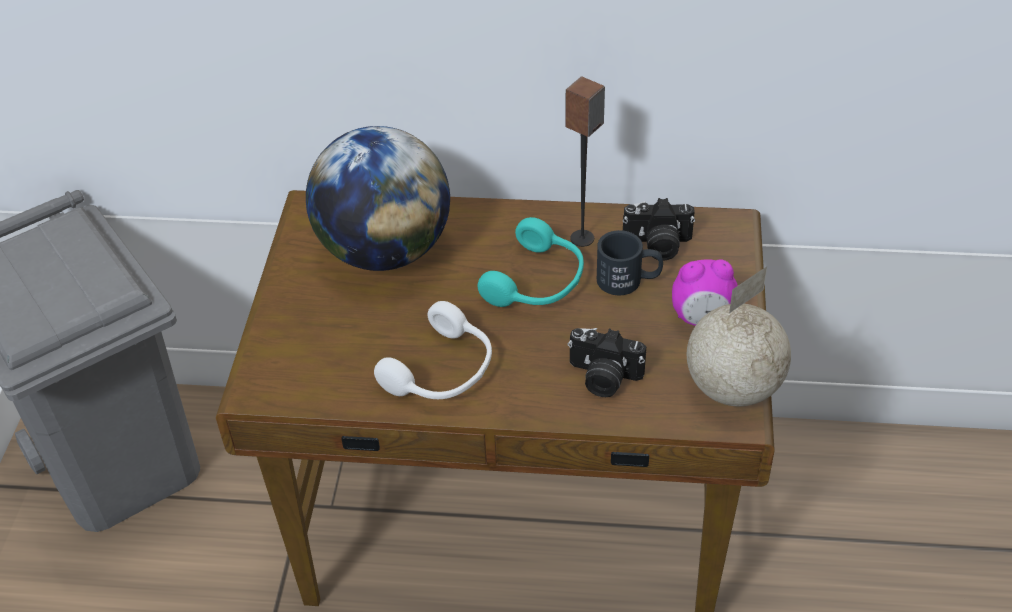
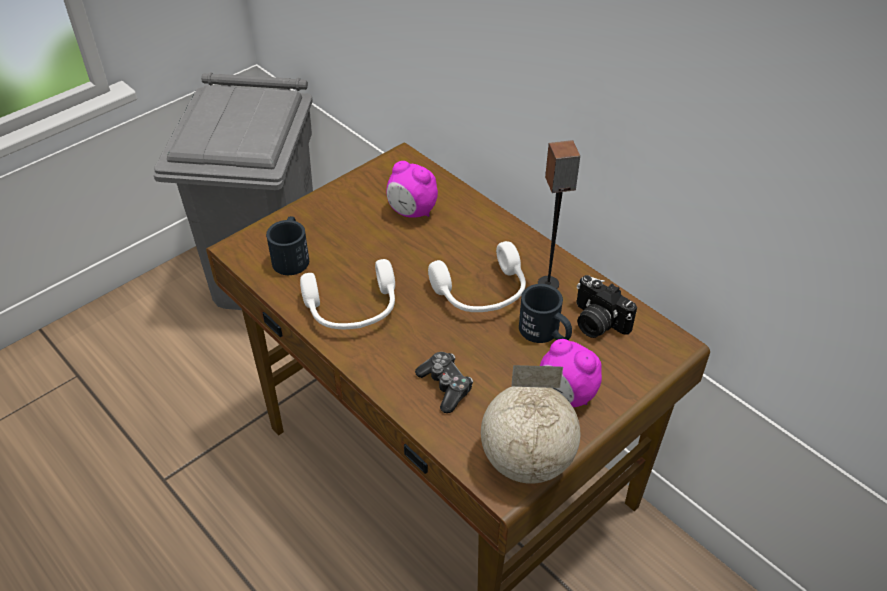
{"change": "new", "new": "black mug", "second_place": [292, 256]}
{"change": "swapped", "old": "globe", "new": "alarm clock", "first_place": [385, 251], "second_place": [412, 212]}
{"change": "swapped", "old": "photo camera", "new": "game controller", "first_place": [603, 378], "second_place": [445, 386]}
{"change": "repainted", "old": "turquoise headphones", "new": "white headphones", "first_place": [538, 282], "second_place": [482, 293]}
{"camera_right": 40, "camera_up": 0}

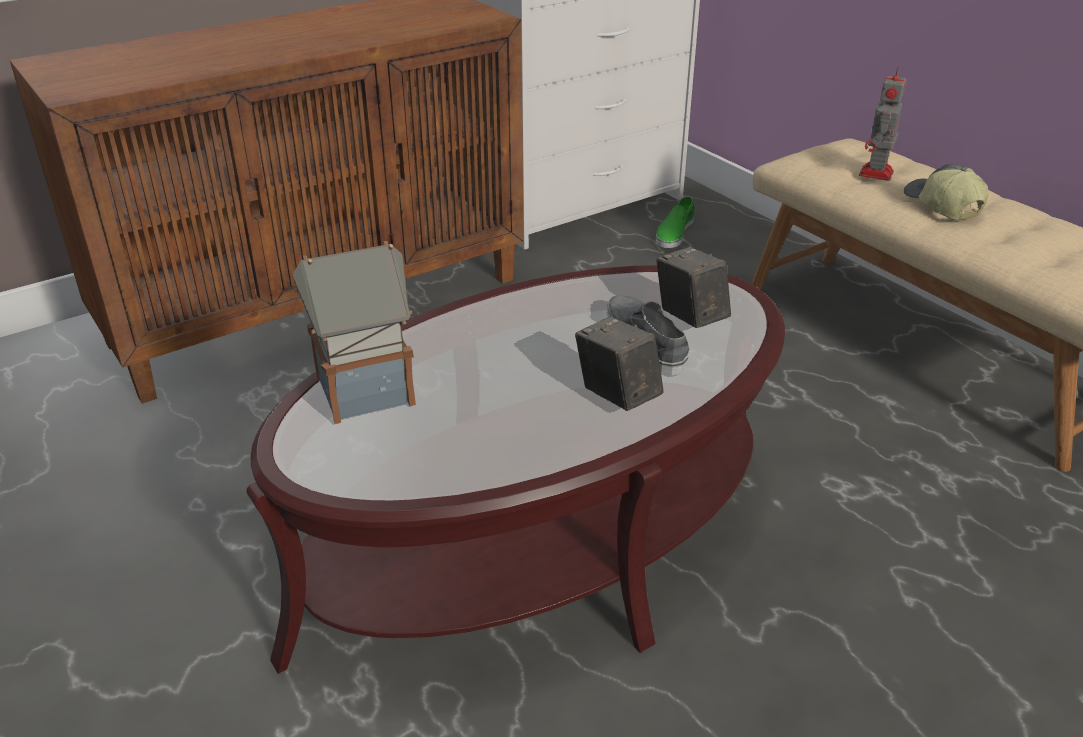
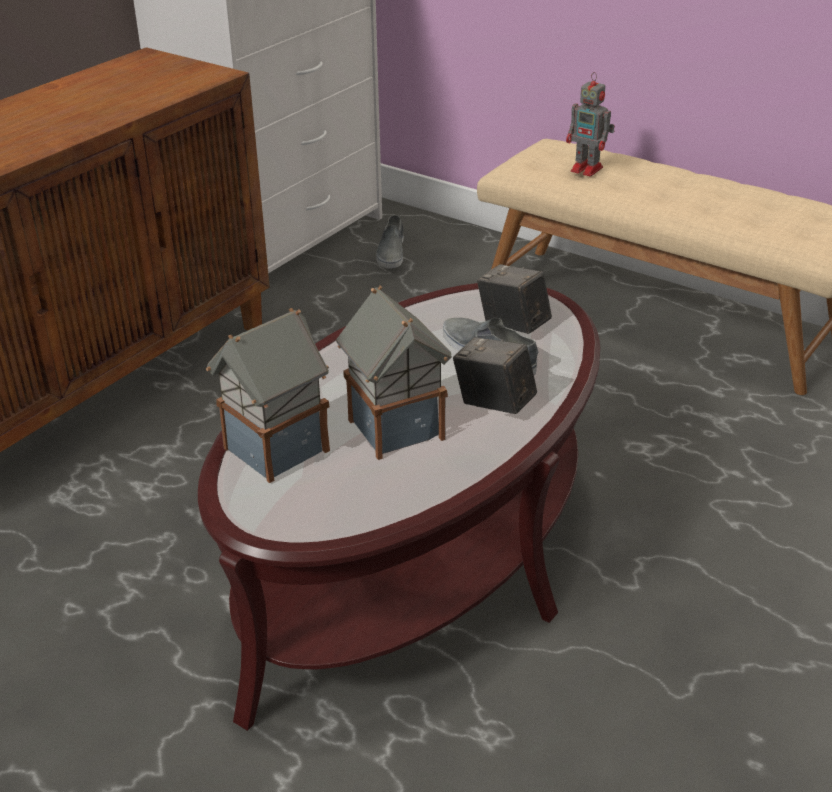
{"change": "new", "new": "toy house", "second_place": [394, 428]}
{"change": "repainted", "old": "green shoe", "new": "grey shoe", "first_place": [674, 233], "second_place": [391, 252]}
{"change": "rotated", "old": "toy robot", "first_place": [875, 174], "second_place": [588, 169], "degrees": -60}
{"change": "gone", "old": "cap", "first_place": [941, 206]}
{"camera_right": -20, "camera_up": 0}

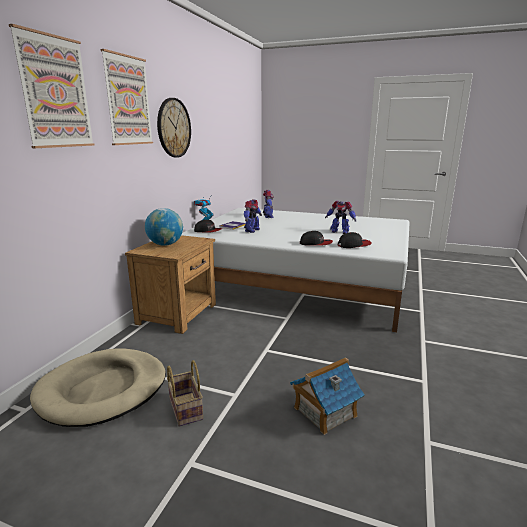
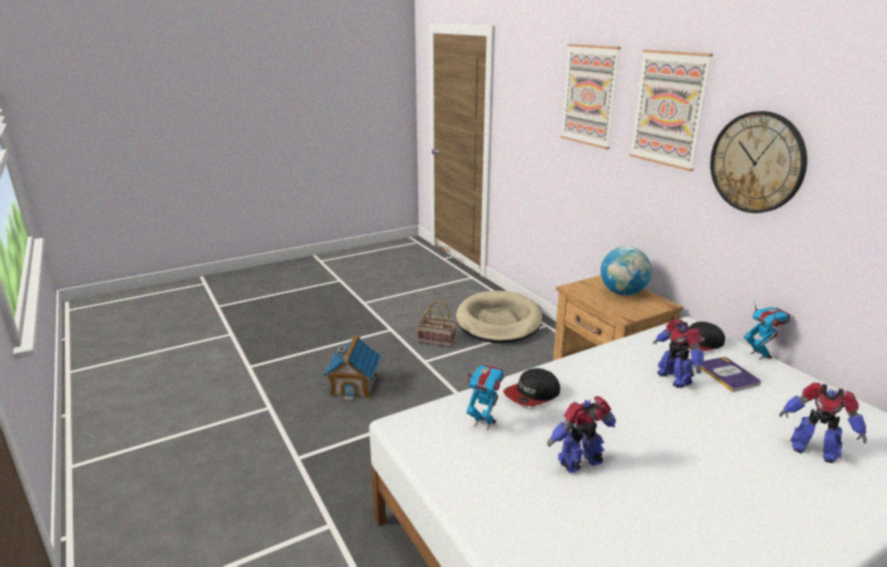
{"change": "swapped", "old": "cap", "new": "toy robot", "first_place": [354, 245], "second_place": [484, 423]}
{"camera_right": 130, "camera_up": 5}

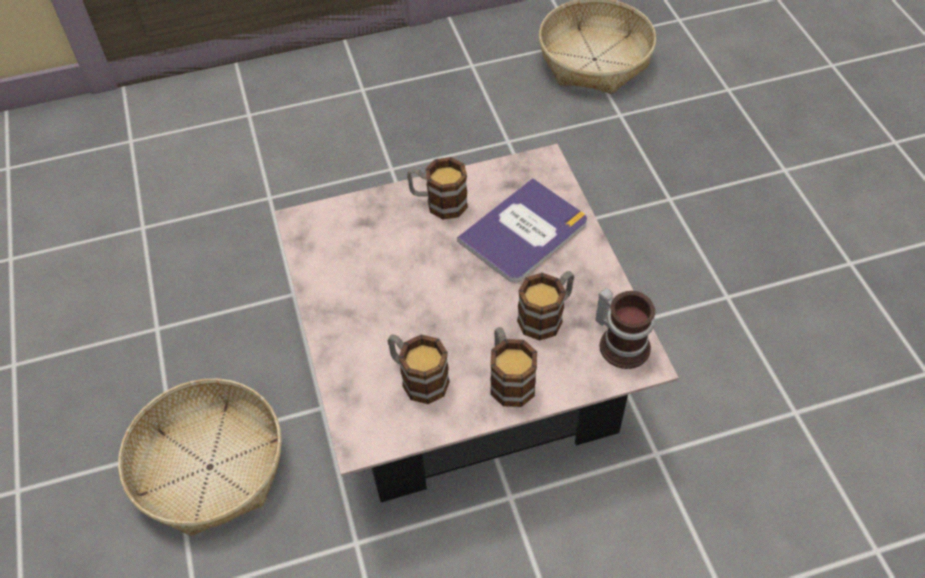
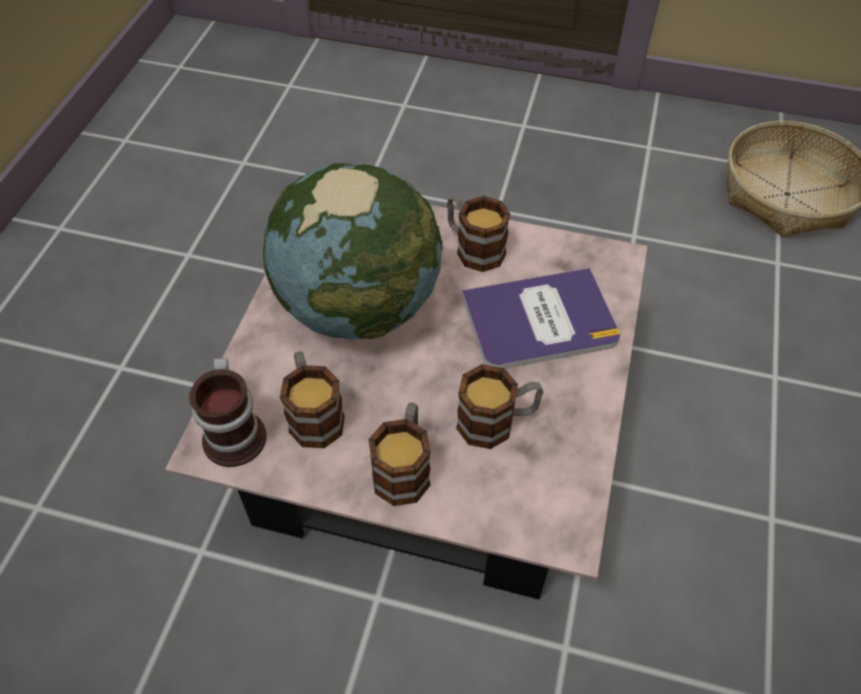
{"change": "shifted", "old": "mug", "first_place": [622, 342], "second_place": [237, 432]}
{"change": "new", "new": "globe", "second_place": [360, 308]}
{"change": "gone", "old": "basket", "first_place": [210, 467]}
{"camera_right": 30, "camera_up": 0}

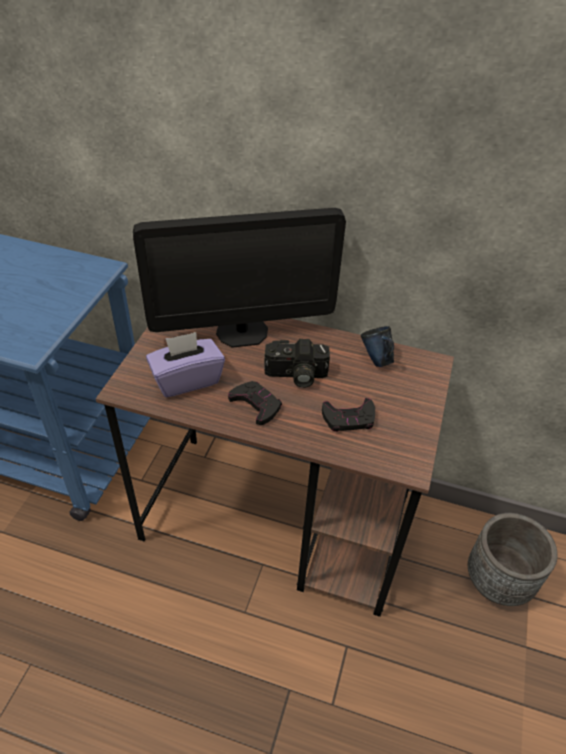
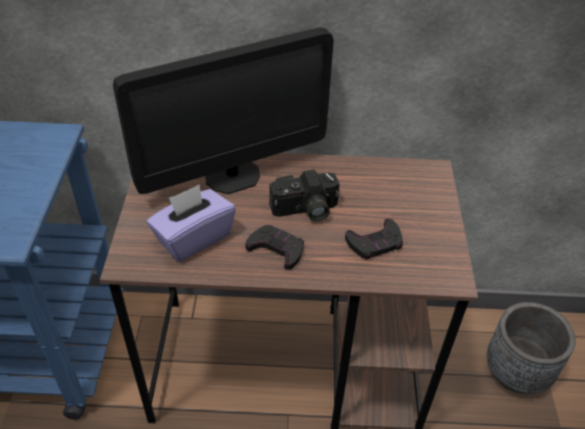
{"change": "gone", "old": "blue mug", "first_place": [376, 360]}
{"camera_right": -15, "camera_up": 0}

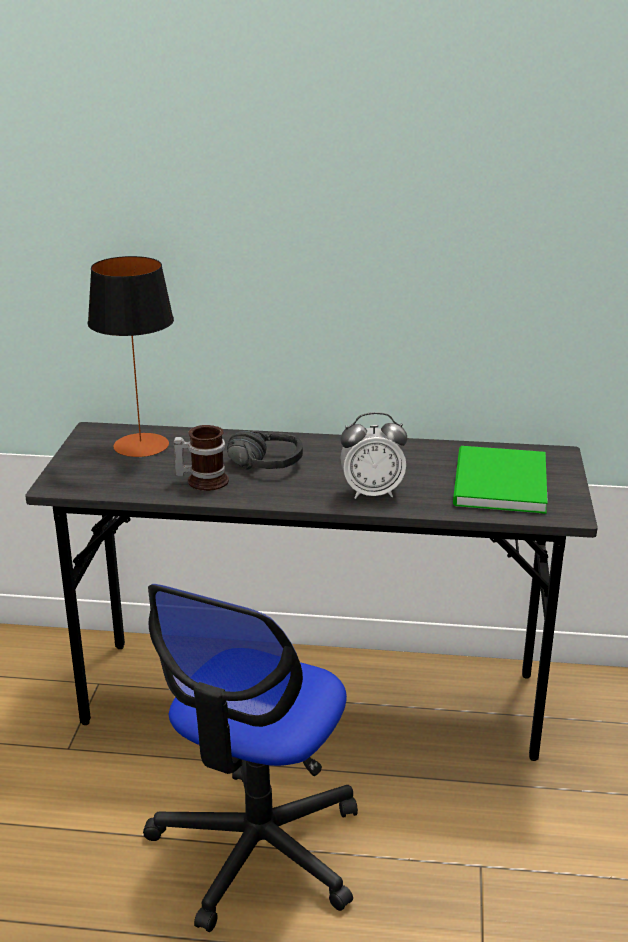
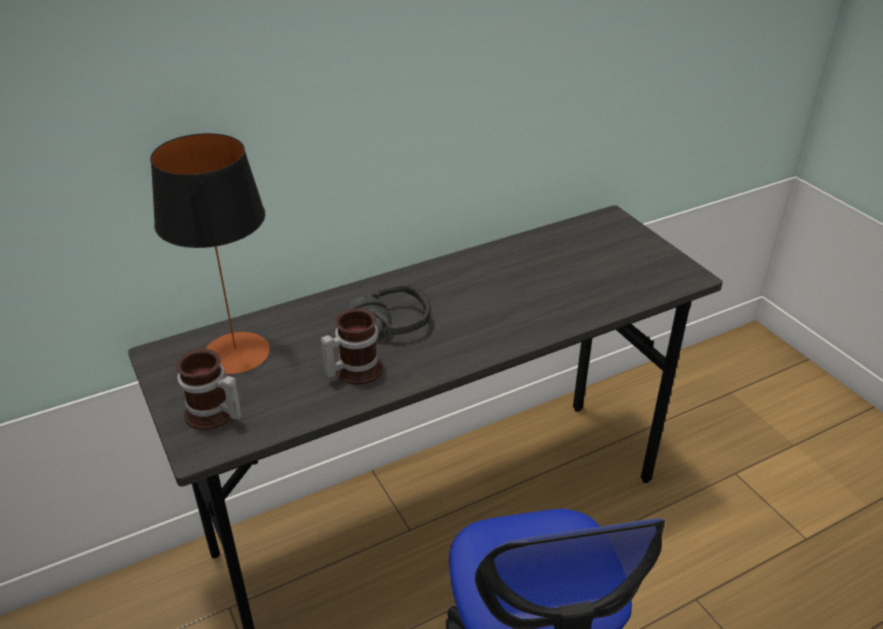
{"change": "new", "new": "mug", "second_place": [212, 416]}
{"change": "gone", "old": "alarm clock", "first_place": [372, 493]}
{"change": "gone", "old": "green book", "first_place": [497, 484]}
{"camera_right": -35, "camera_up": 10}

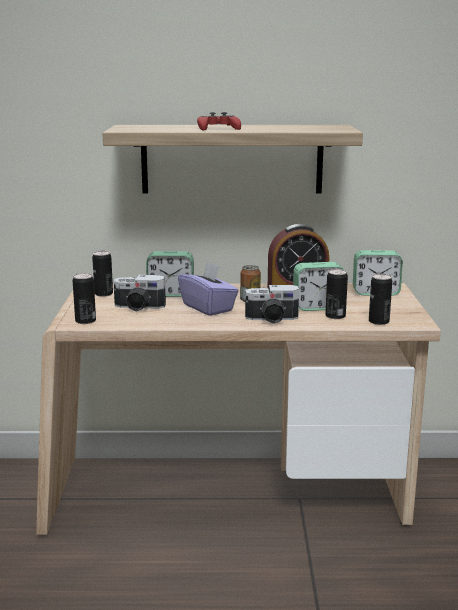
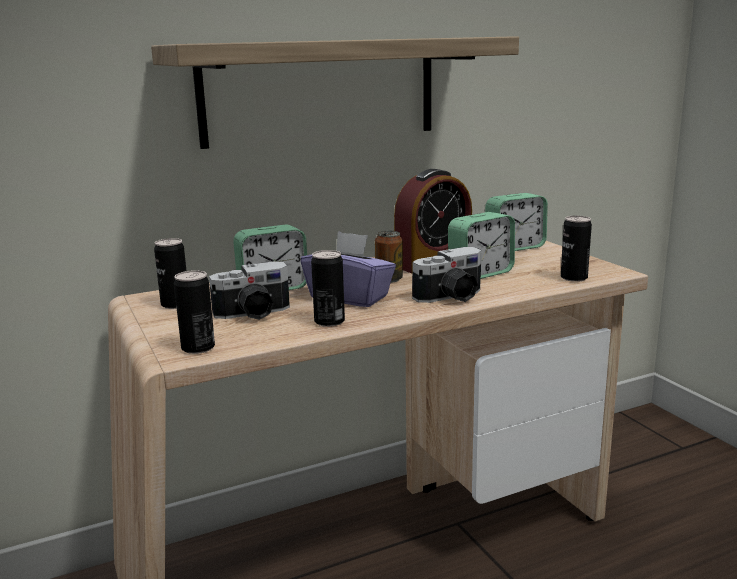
{"change": "shifted", "old": "can", "first_place": [335, 316], "second_place": [329, 321]}
{"change": "gone", "old": "red game controller", "first_place": [218, 128]}
{"camera_right": -25, "camera_up": 0}

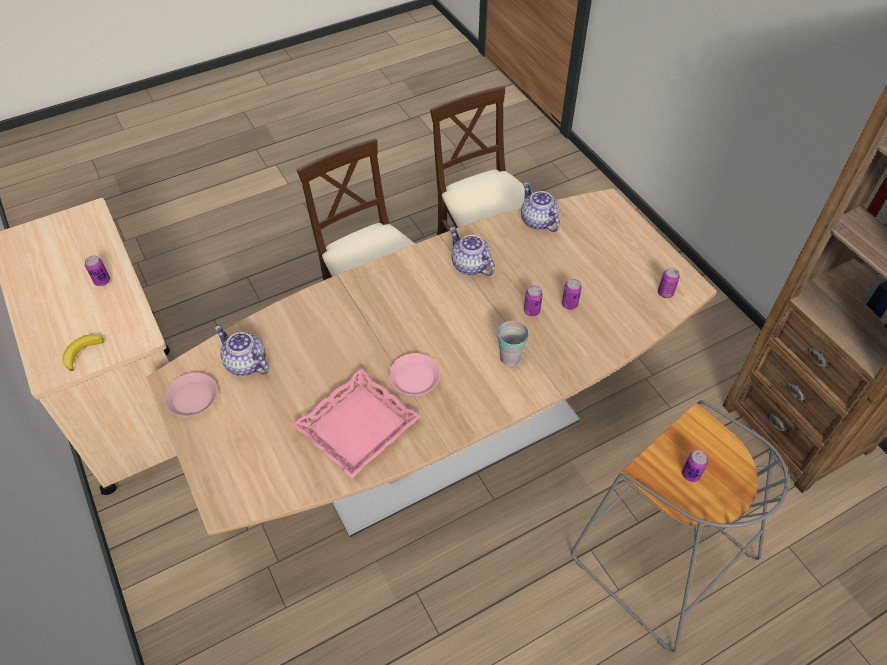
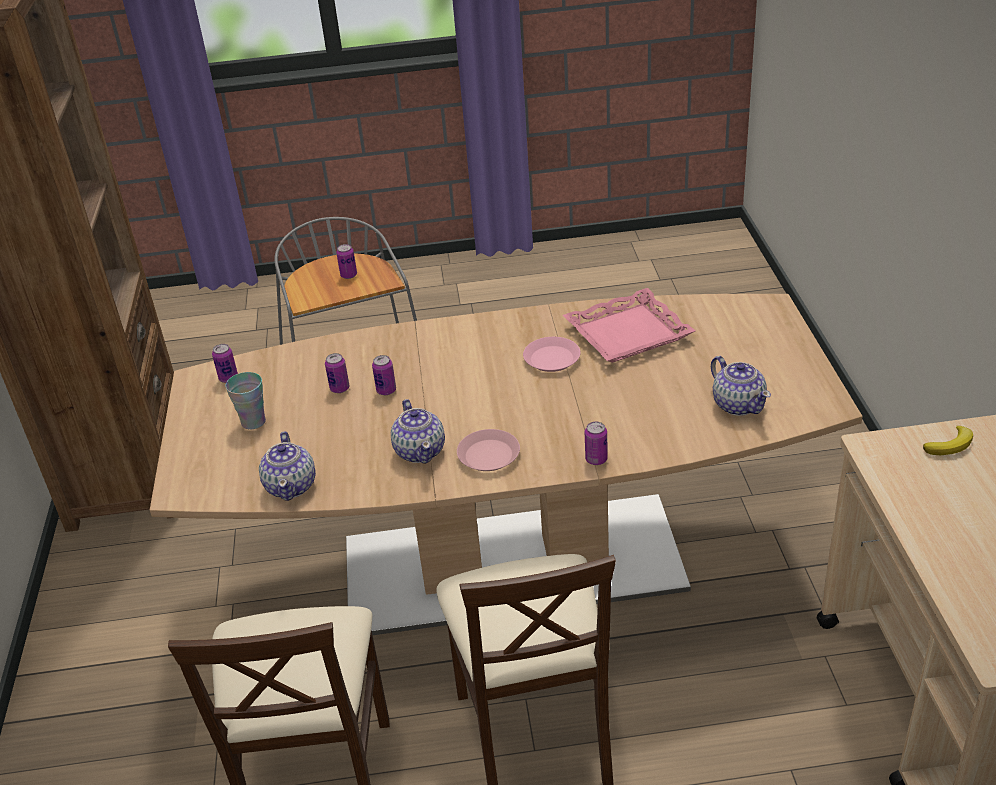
{"change": "shifted", "old": "cup", "first_place": [510, 358], "second_place": [253, 422]}
{"change": "shifted", "old": "pink plate", "first_place": [192, 398], "second_place": [489, 455]}
{"change": "shifted", "old": "can", "first_place": [102, 281], "second_place": [596, 459]}
{"camera_right": -155, "camera_up": -15}

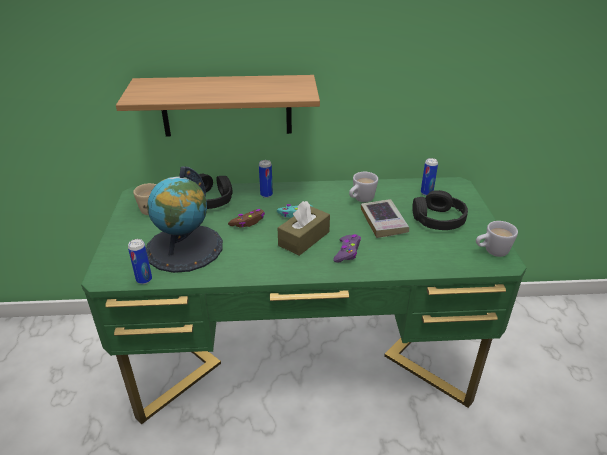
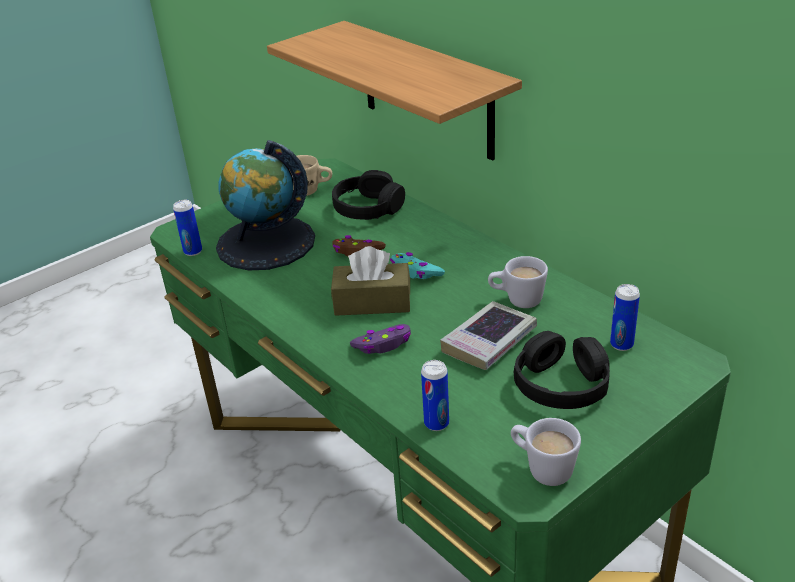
{"change": "shifted", "old": "can", "first_place": [266, 194], "second_place": [436, 423]}
{"camera_right": 55, "camera_up": 0}

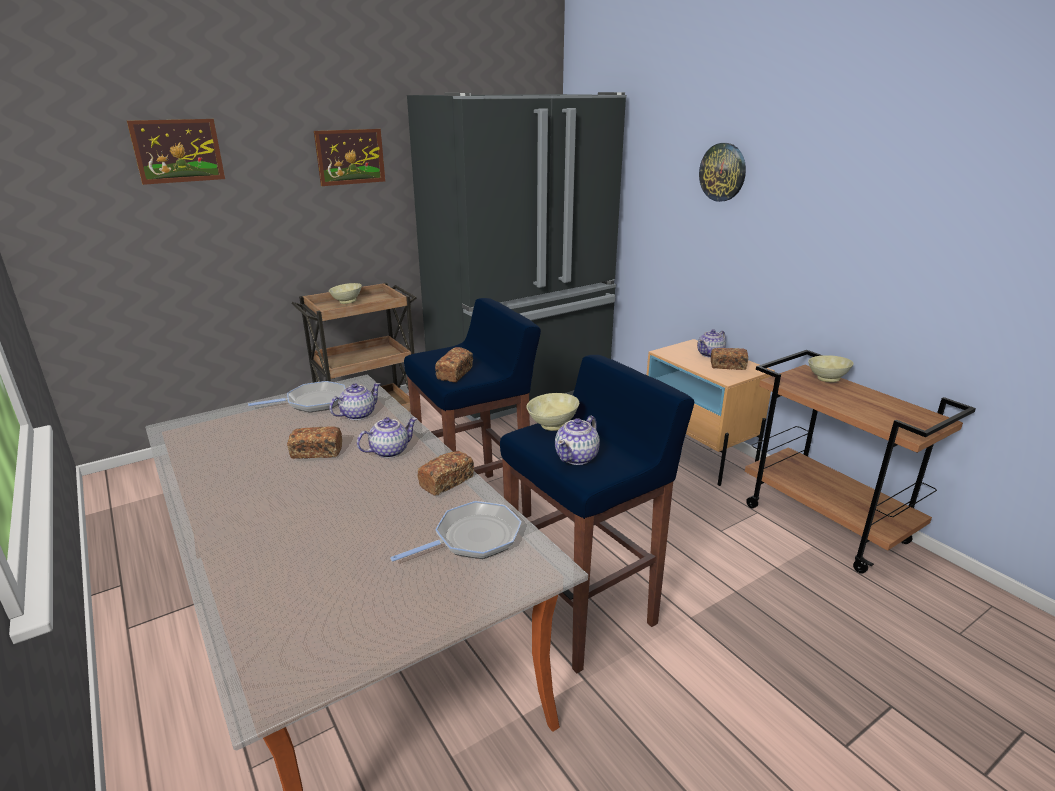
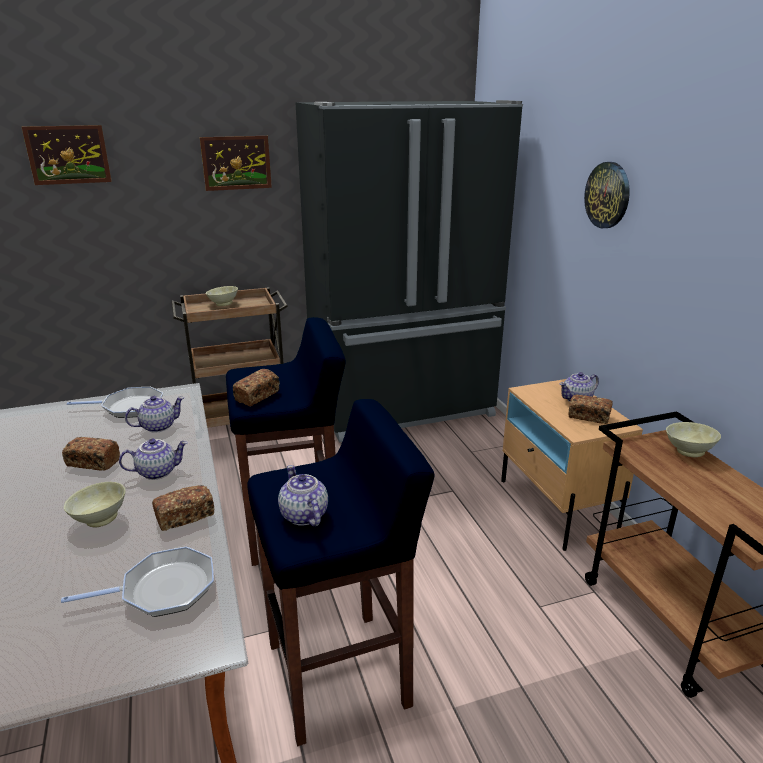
{"change": "shifted", "old": "beige bowl", "first_place": [552, 425], "second_place": [100, 518]}
{"change": "rotated", "old": "teapot", "first_place": [577, 457], "second_place": [303, 515], "degrees": 105}
{"camera_right": 15, "camera_up": 0}

